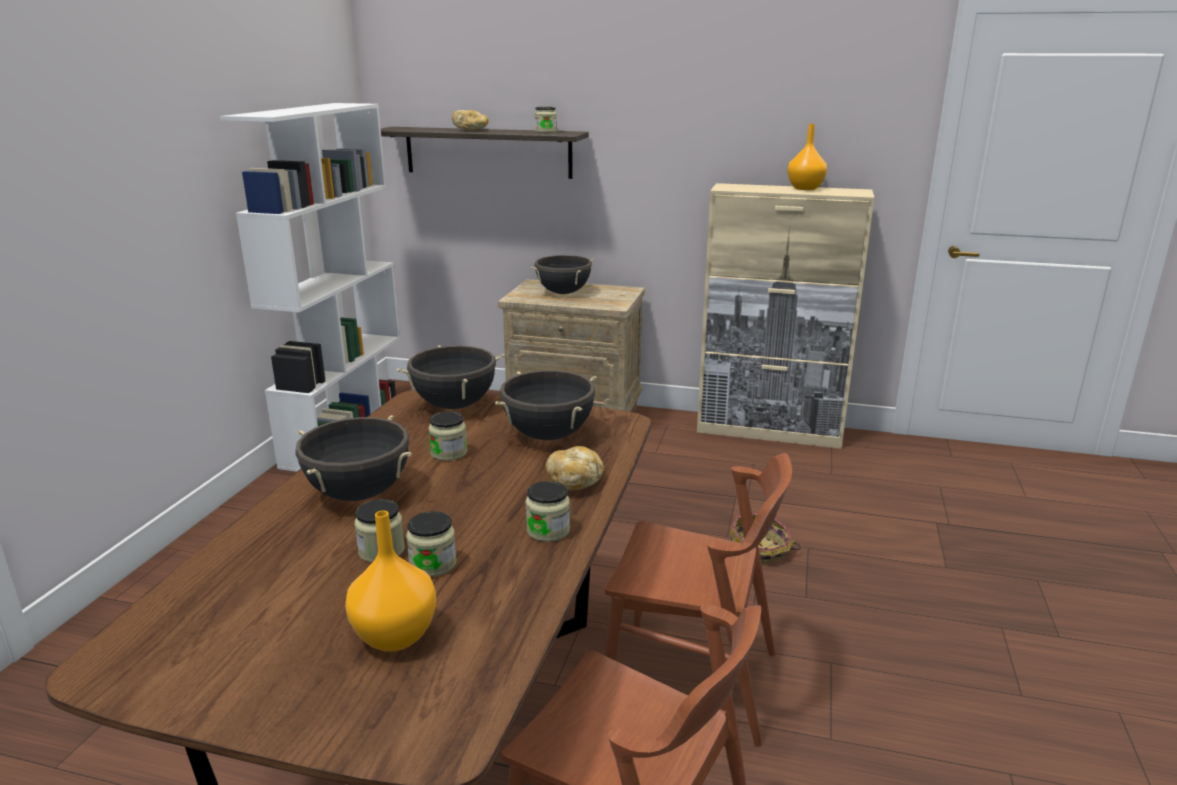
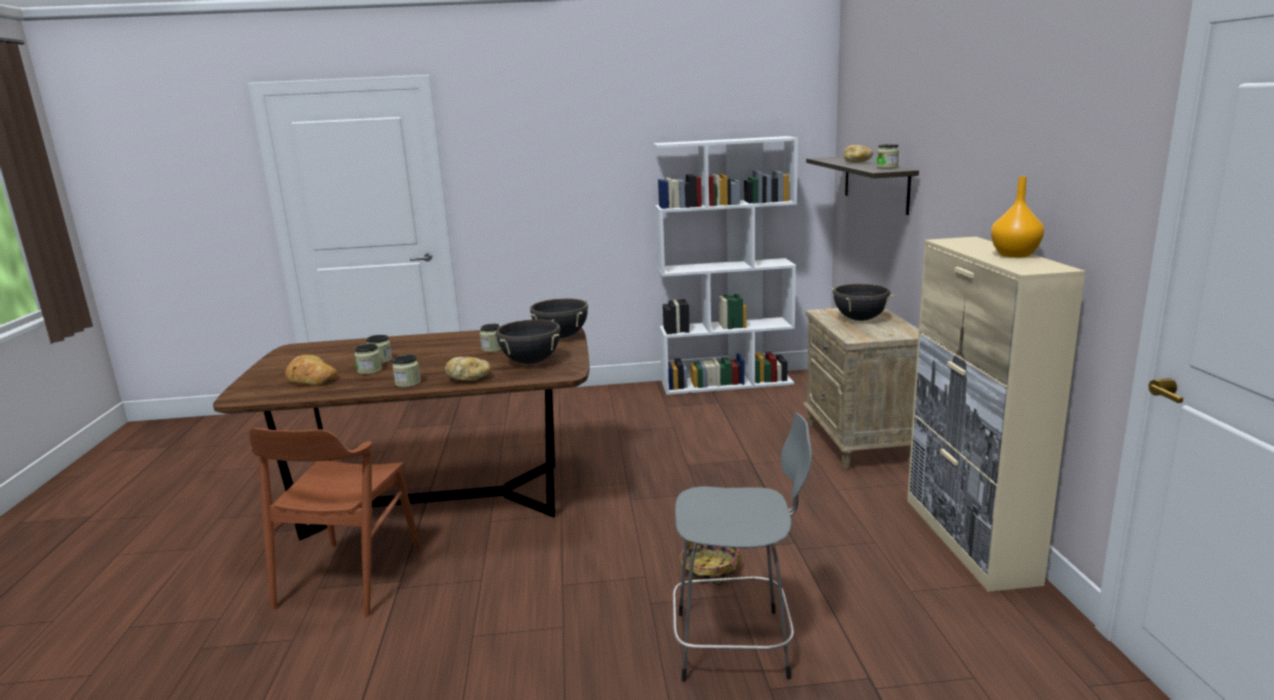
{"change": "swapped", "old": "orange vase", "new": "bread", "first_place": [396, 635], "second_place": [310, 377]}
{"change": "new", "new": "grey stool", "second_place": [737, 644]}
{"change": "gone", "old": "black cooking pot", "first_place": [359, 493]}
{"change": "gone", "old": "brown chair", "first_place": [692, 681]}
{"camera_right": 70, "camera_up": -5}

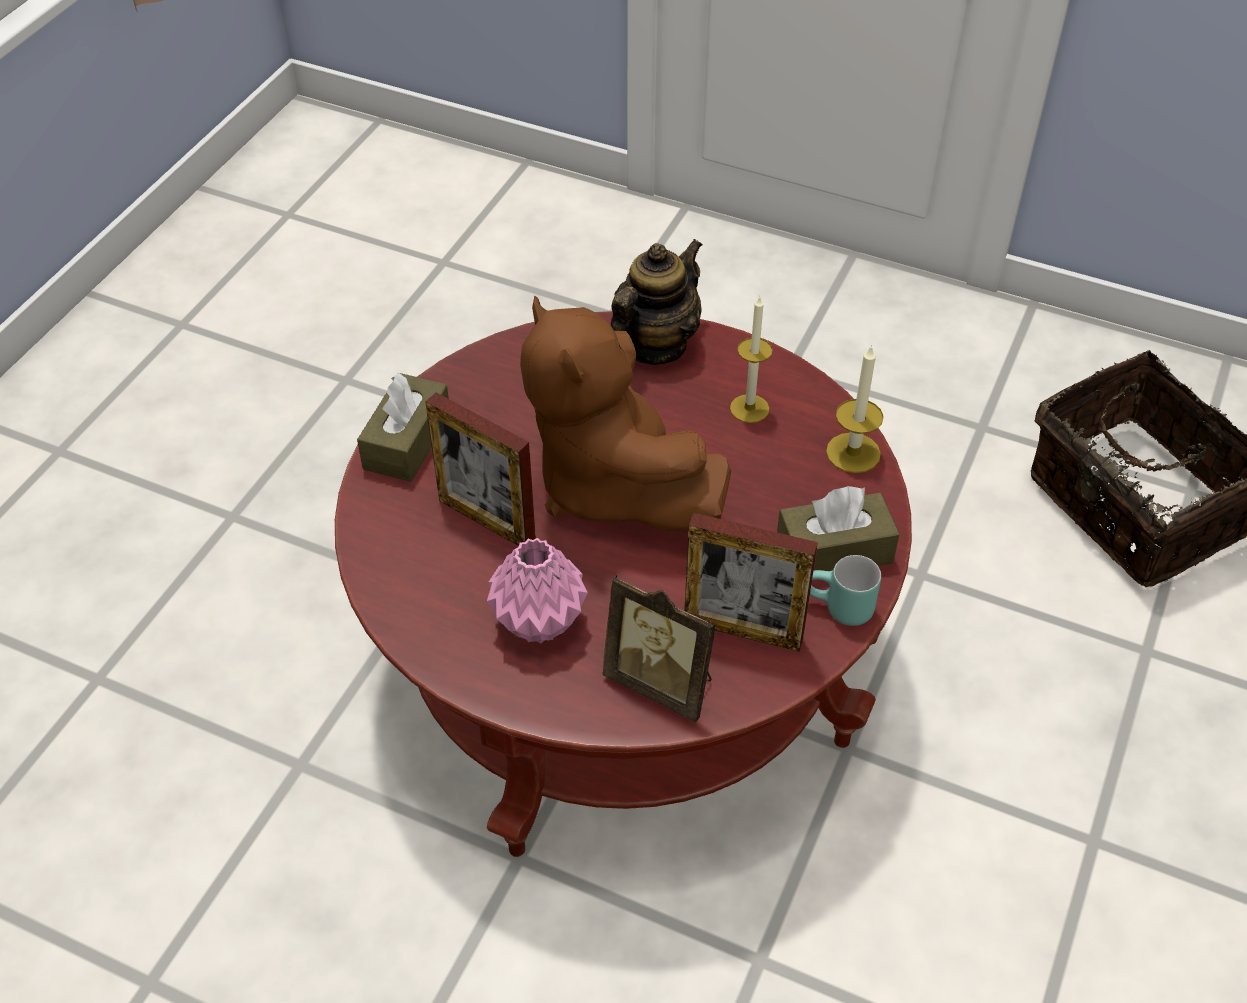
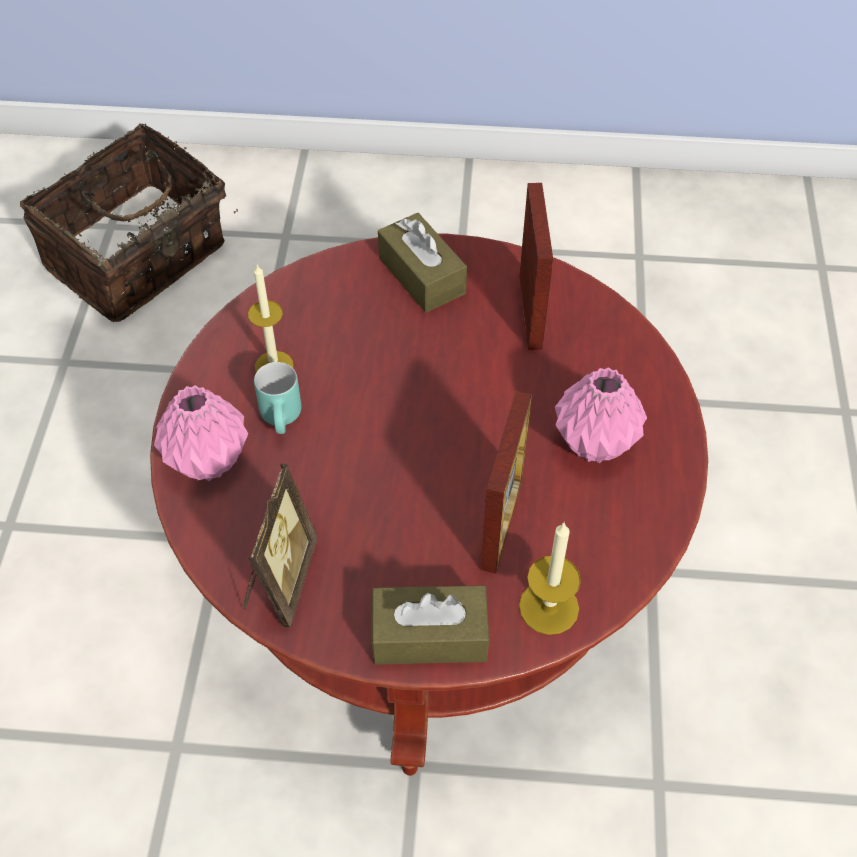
{"change": "swapped", "old": "teapot", "new": "pink vase", "first_place": [654, 345], "second_place": [207, 463]}
{"change": "shifted", "old": "picture frame", "first_place": [662, 683], "second_place": [280, 580]}
{"change": "shifted", "old": "turquoise mug", "first_place": [838, 610], "second_place": [284, 419]}
{"change": "shifted", "old": "candle", "first_place": [853, 453], "second_place": [548, 607]}
{"change": "gone", "old": "brown plush toy", "first_place": [612, 484]}
{"camera_right": -110, "camera_up": 5}

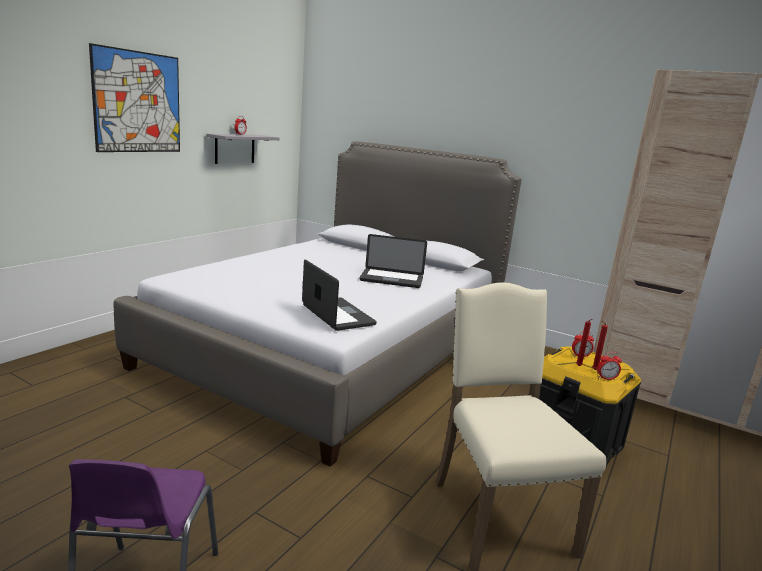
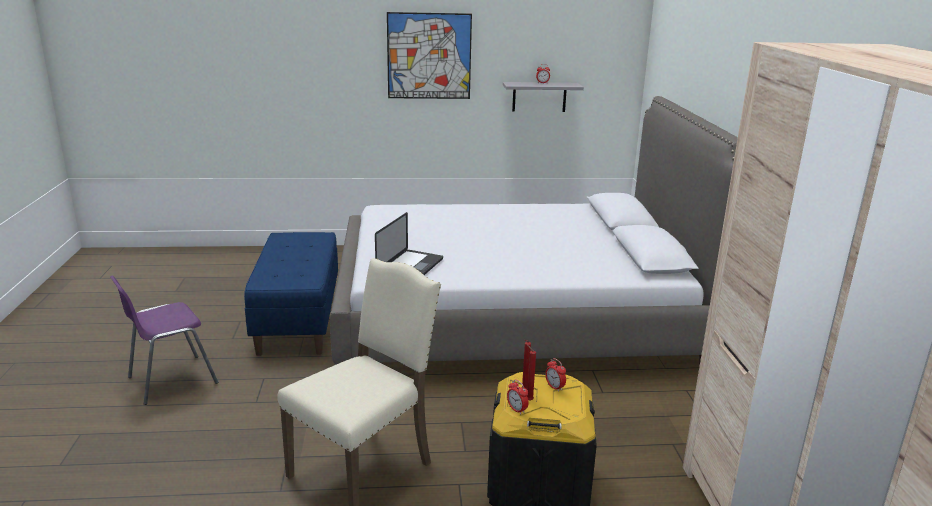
{"change": "new", "new": "blue bench", "second_place": [299, 320]}
{"change": "gone", "old": "laptop", "first_place": [391, 279]}
{"camera_right": 55, "camera_up": 5}

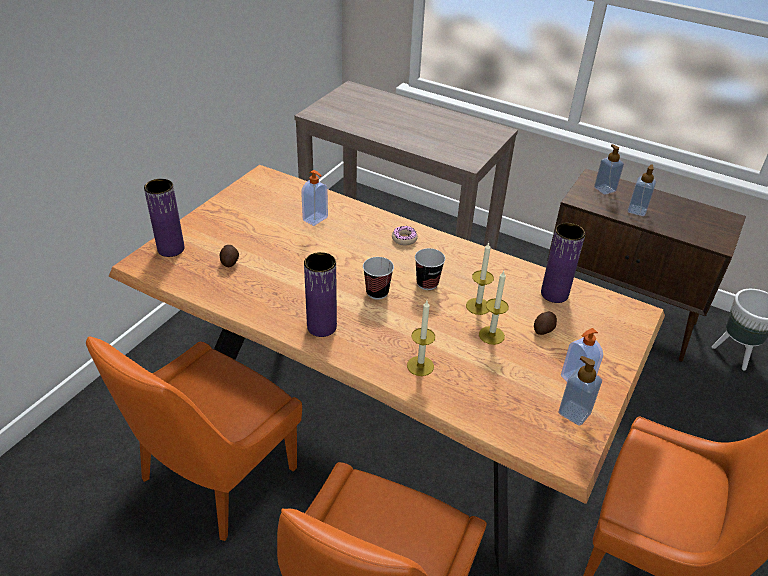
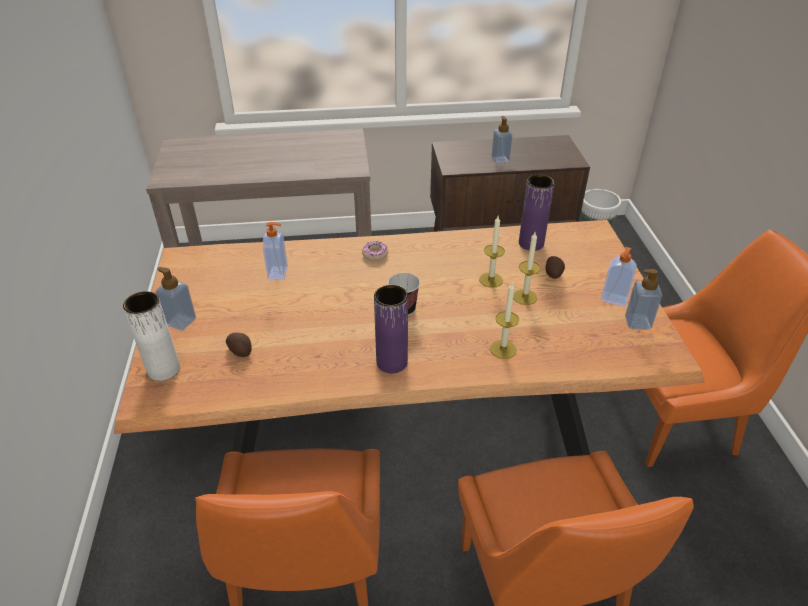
{"change": "repainted", "old": "purple vase", "new": "white vase", "first_place": [171, 249], "second_place": [163, 369]}
{"change": "shifted", "old": "soap dispenser", "first_place": [604, 189], "second_place": [181, 322]}
{"change": "gone", "old": "cup", "first_place": [427, 283]}
{"camera_right": -35, "camera_up": 0}

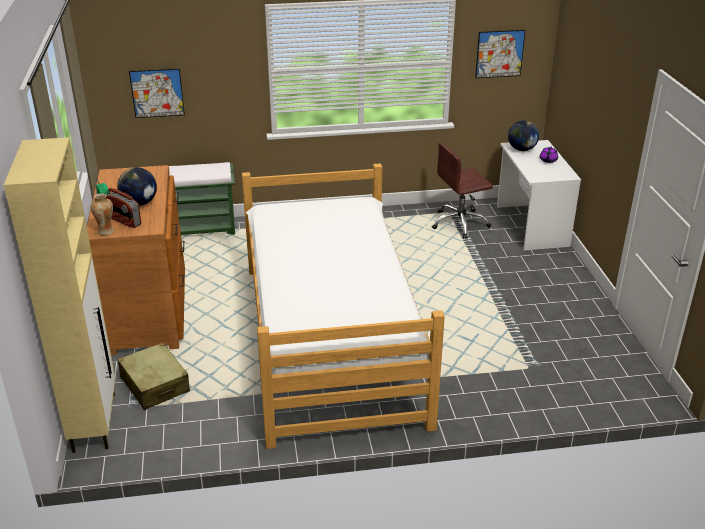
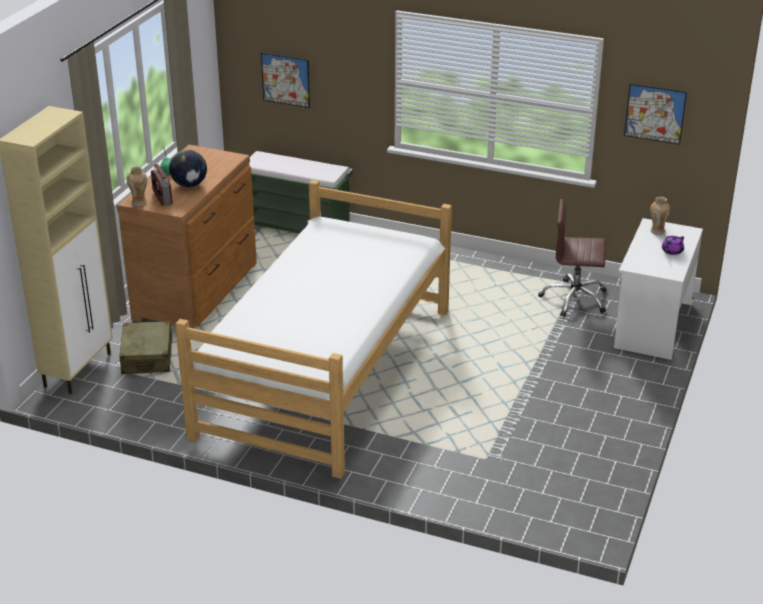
{"change": "swapped", "old": "globe", "new": "vase", "first_place": [521, 149], "second_place": [657, 231]}
{"camera_right": 30, "camera_up": 0}

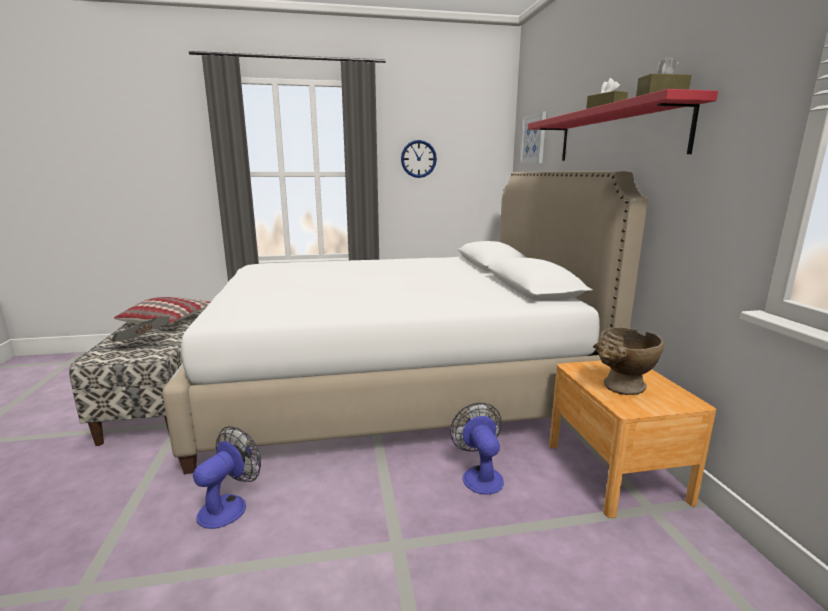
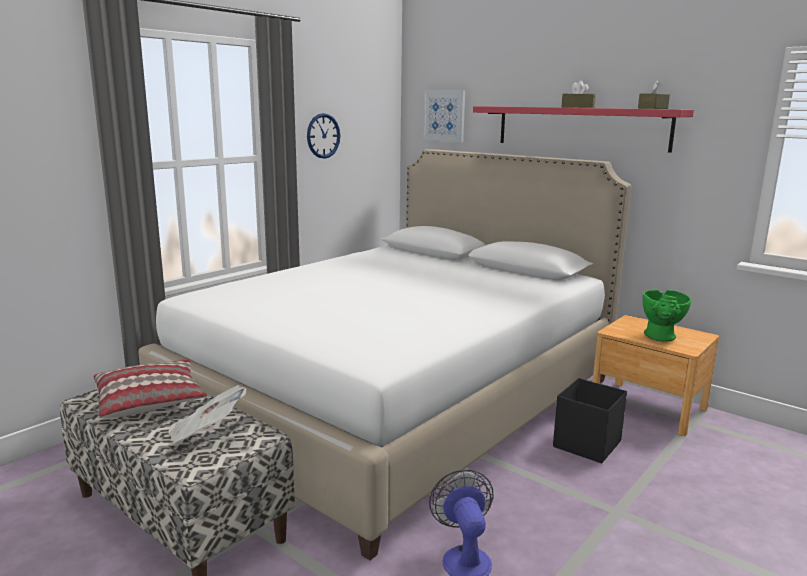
{"change": "swapped", "old": "fan", "new": "black storage box", "first_place": [479, 475], "second_place": [586, 444]}
{"change": "repainted", "old": "beige vase", "new": "green vase", "first_place": [621, 389], "second_place": [661, 338]}
{"camera_right": -40, "camera_up": 0}

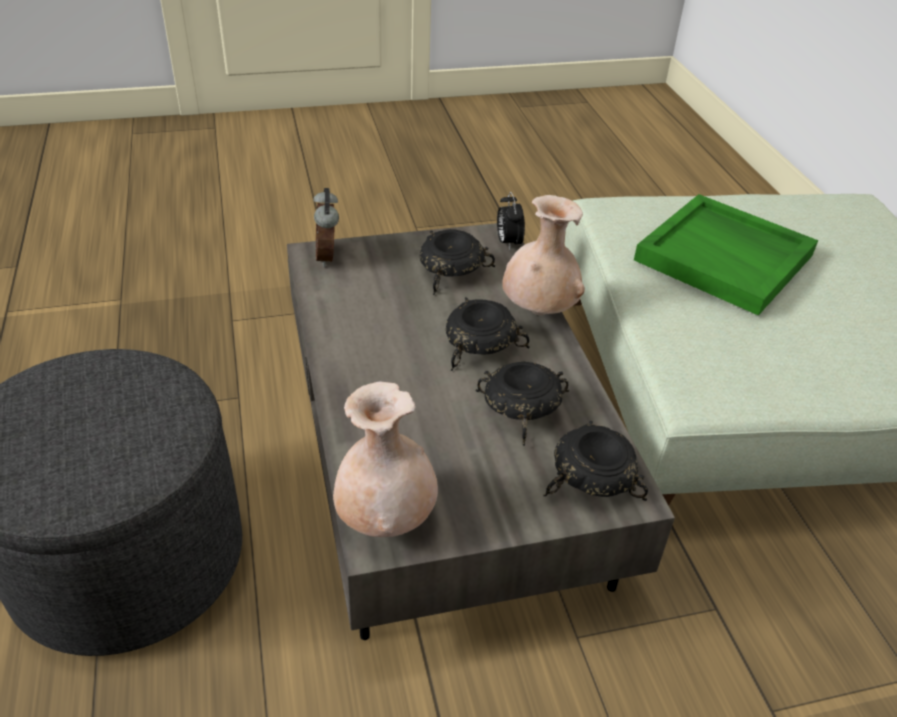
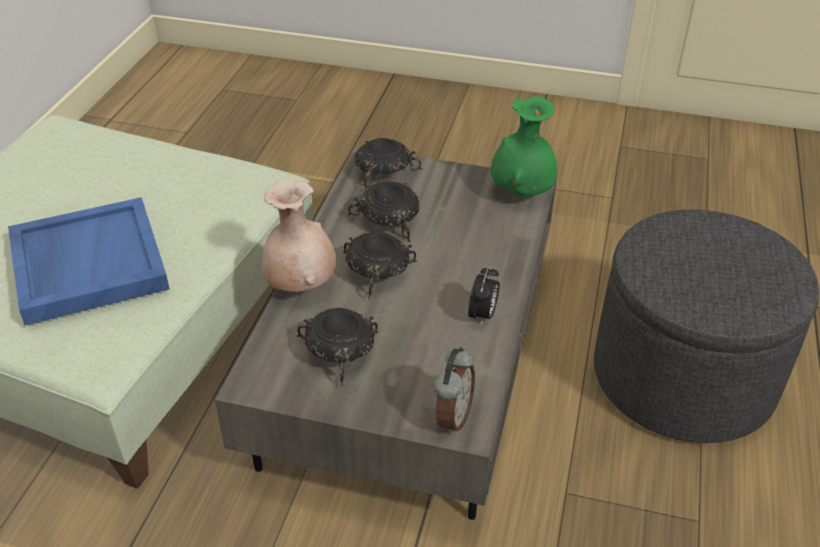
{"change": "repainted", "old": "green tray", "new": "blue tray", "first_place": [725, 258], "second_place": [87, 263]}
{"change": "shifted", "old": "alarm clock", "first_place": [508, 242], "second_place": [482, 315]}
{"change": "repainted", "old": "beige vase", "new": "green vase", "first_place": [385, 517], "second_place": [521, 193]}
{"camera_right": -150, "camera_up": 0}

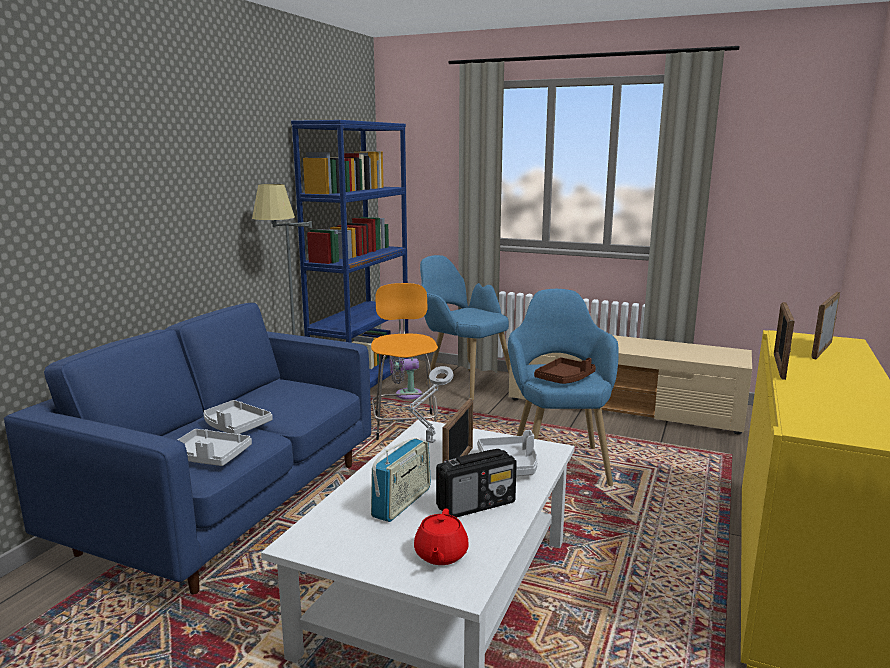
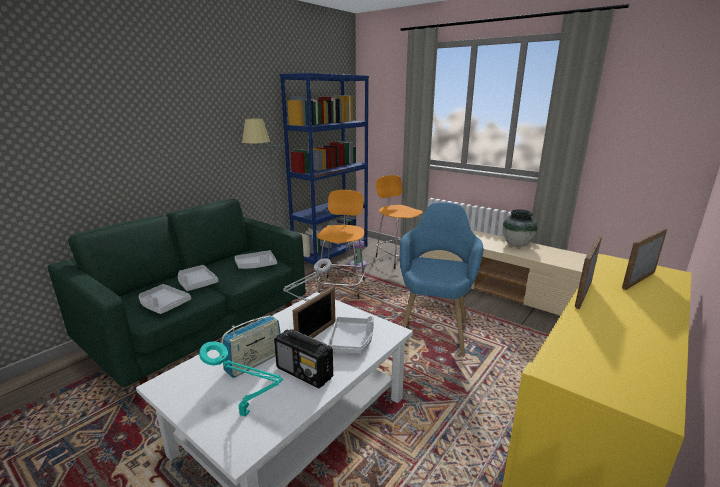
{"change": "repainted", "old": "blue sofa", "new": "green sofa", "first_place": [229, 506], "second_place": [202, 331]}
{"change": "swapped", "old": "red teapot", "new": "turquoise table lamp", "first_place": [440, 555], "second_place": [247, 415]}
{"change": "new", "new": "grey tray", "second_place": [256, 265]}
{"change": "rotated", "old": "radio", "first_place": [476, 505], "second_place": [305, 373], "degrees": 45}
{"change": "swapped", "old": "blue armchair", "new": "orange stool", "first_place": [462, 382], "second_place": [398, 258]}
{"change": "new", "new": "vase", "second_place": [516, 244]}
{"change": "gone", "old": "brown tray", "first_place": [565, 379]}
{"camera_right": 15, "camera_up": 5}

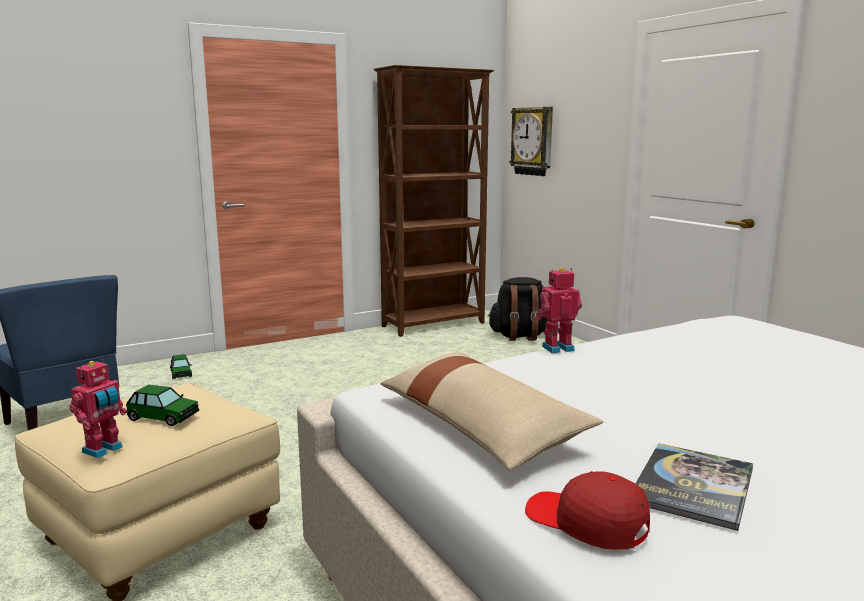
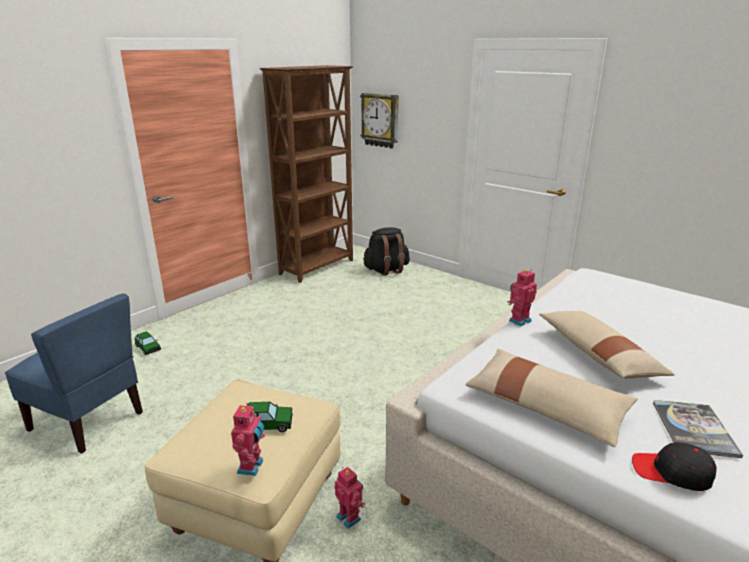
{"change": "new", "new": "toy robot", "second_place": [350, 517]}
{"change": "new", "new": "beige pillow", "second_place": [598, 355]}
{"change": "repainted", "old": "red cap", "new": "black cap", "first_place": [586, 523], "second_place": [671, 472]}
{"camera_right": -20, "camera_up": 10}

